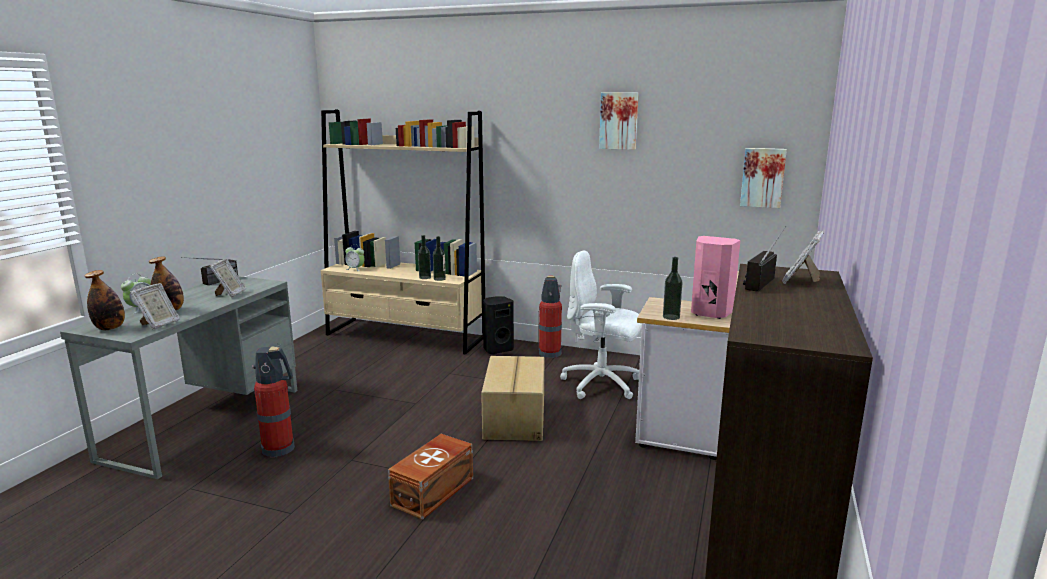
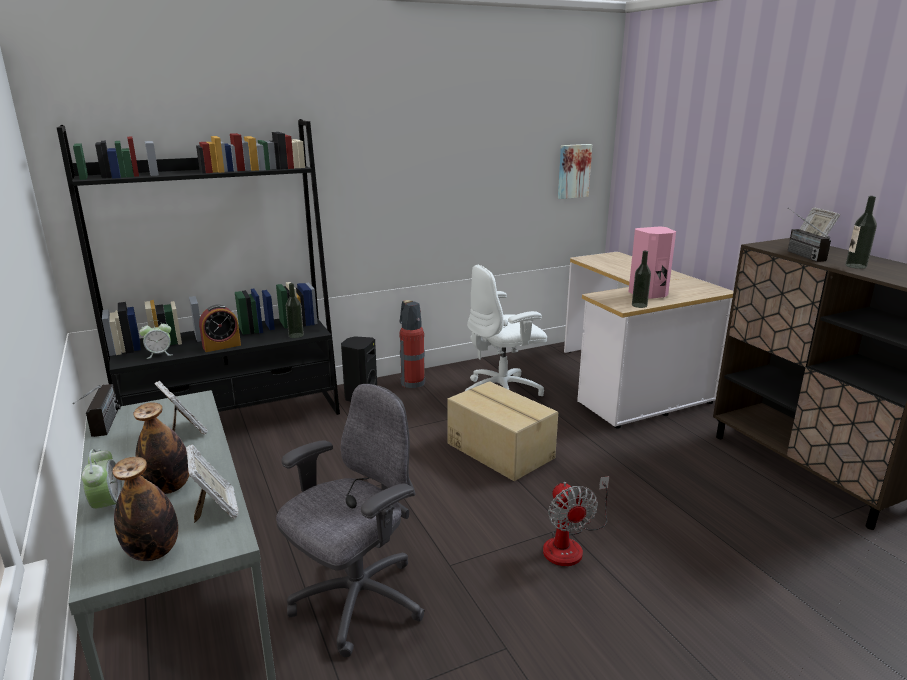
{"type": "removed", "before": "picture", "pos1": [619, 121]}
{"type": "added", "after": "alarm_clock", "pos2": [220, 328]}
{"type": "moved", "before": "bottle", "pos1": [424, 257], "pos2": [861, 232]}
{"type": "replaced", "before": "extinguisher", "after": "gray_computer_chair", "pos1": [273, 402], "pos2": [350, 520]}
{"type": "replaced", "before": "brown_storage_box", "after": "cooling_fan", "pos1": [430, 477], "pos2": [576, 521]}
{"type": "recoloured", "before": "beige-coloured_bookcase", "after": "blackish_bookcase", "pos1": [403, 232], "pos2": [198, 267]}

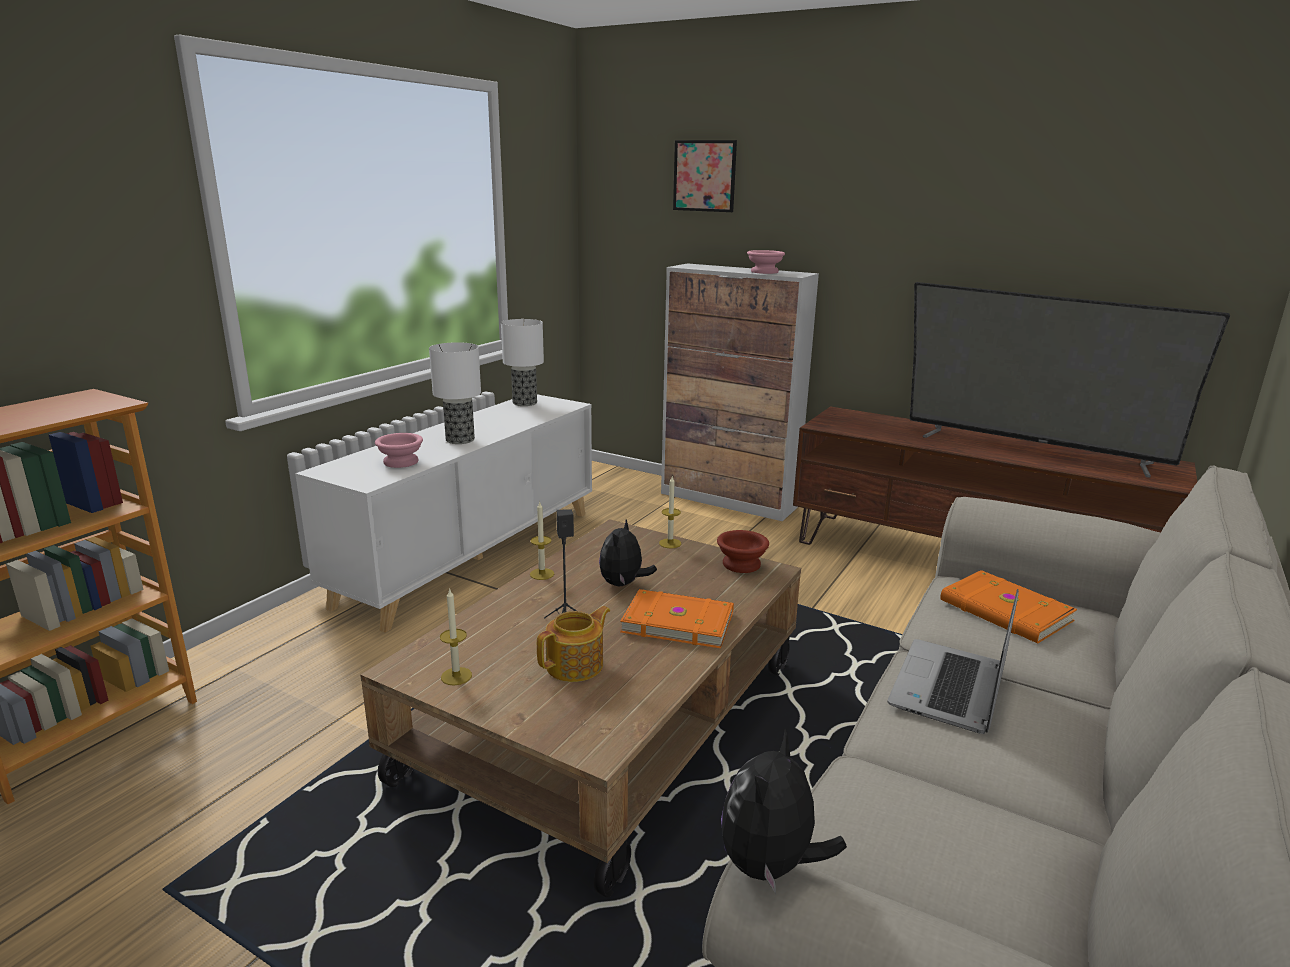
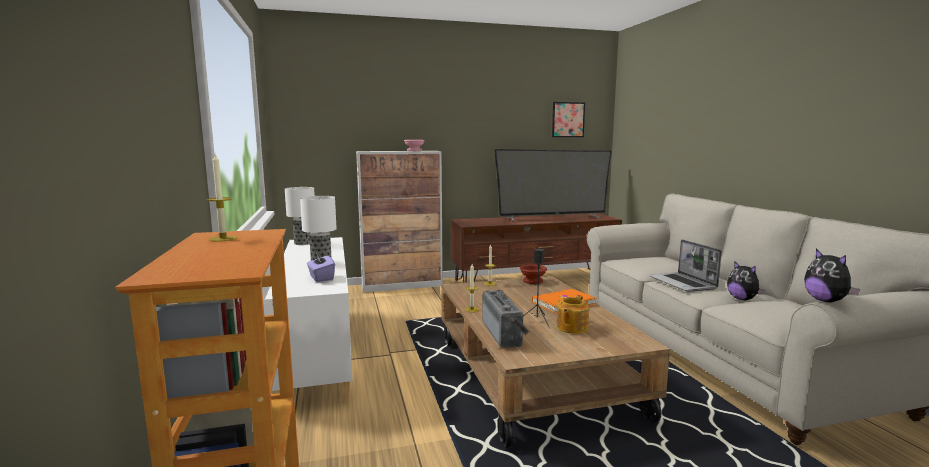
{"type": "removed", "before": "orange-coloured_book", "pos1": [1008, 606]}
{"type": "added", "after": "radio", "pos2": [506, 319]}
{"type": "moved", "before": "wax_light", "pos1": [456, 636], "pos2": [222, 198]}
{"type": "moved", "before": "plush_toy", "pos1": [628, 553], "pos2": [746, 280]}
{"type": "moved", "before": "picture", "pos1": [705, 176], "pos2": [568, 119]}
{"type": "replaced", "before": "pinkish_serving_bowl", "after": "purple-coloured_tissue_holder", "pos1": [399, 450], "pos2": [321, 267]}
{"type": "turned", "before": "tea_pot", "pos1": [573, 644], "pos2": [572, 314], "turn": -150}

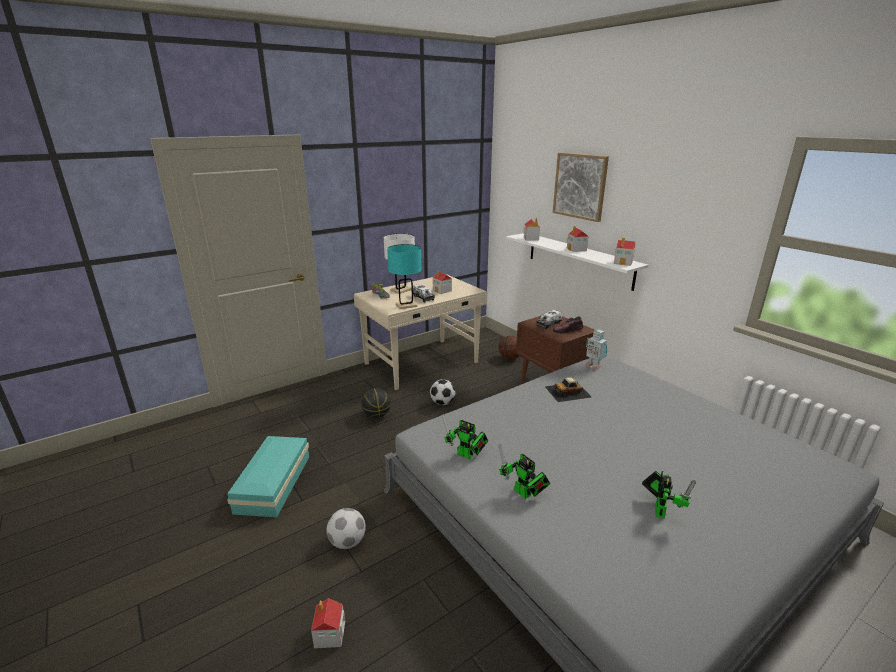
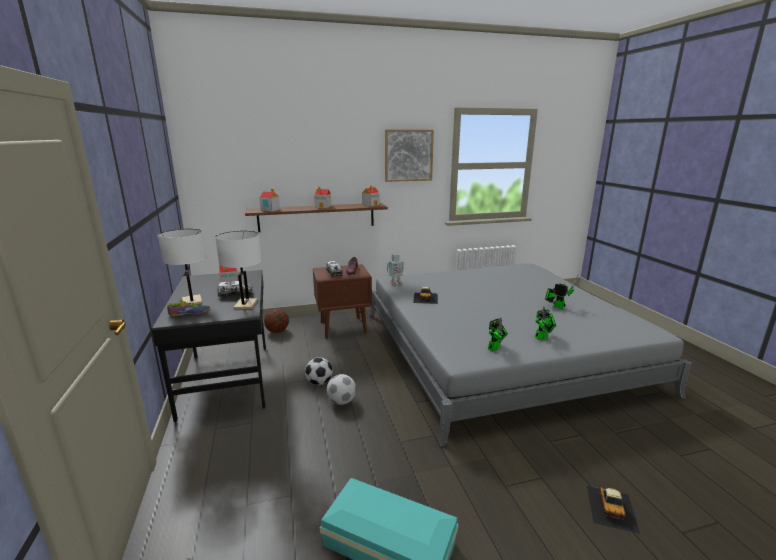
{"type": "removed", "before": "basketball_ball", "pos1": [376, 403]}
{"type": "moved", "before": "ball_for_football", "pos1": [346, 528], "pos2": [341, 389]}
{"type": "moved", "before": "picture", "pos1": [581, 187], "pos2": [409, 156]}
{"type": "replaced", "before": "toy_house", "after": "miniature_car", "pos1": [328, 623], "pos2": [613, 510]}
{"type": "recoloured", "before": "beige-coloured_desk_unit", "after": "blackish_desk_unit", "pos1": [420, 332], "pos2": [209, 346]}
{"type": "recoloured", "before": "turquoise-coloured_tabletop_lamp", "after": "white-coloured_tabletop_lamp", "pos1": [404, 276], "pos2": [238, 270]}
{"type": "recoloured", "before": "white-coloured_shelf", "after": "brown_shelf", "pos1": [577, 262], "pos2": [316, 217]}

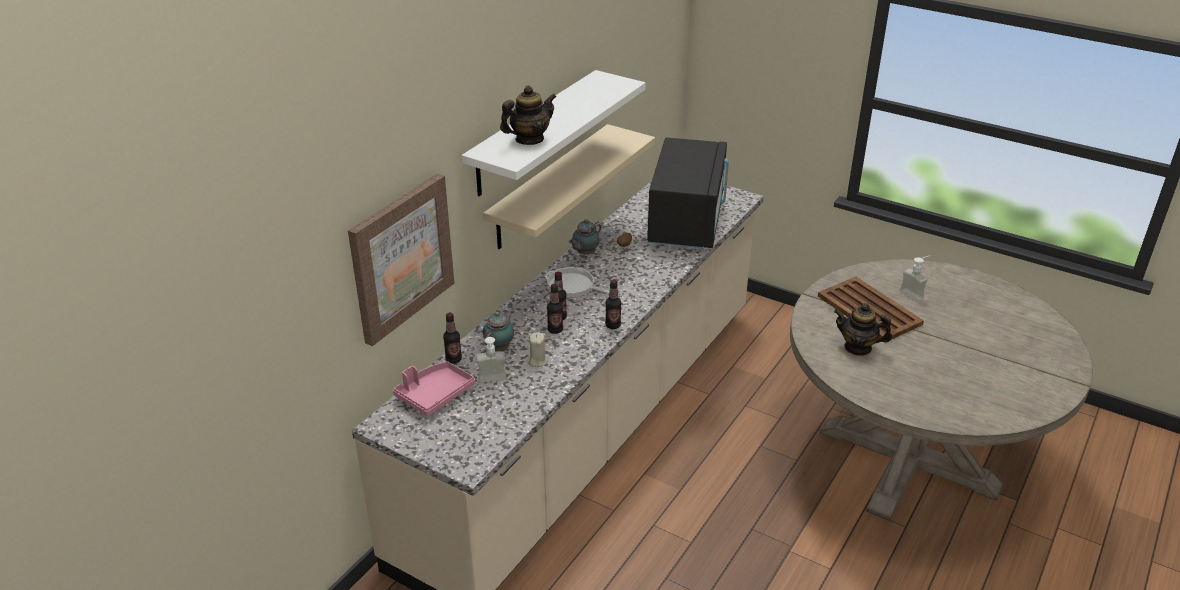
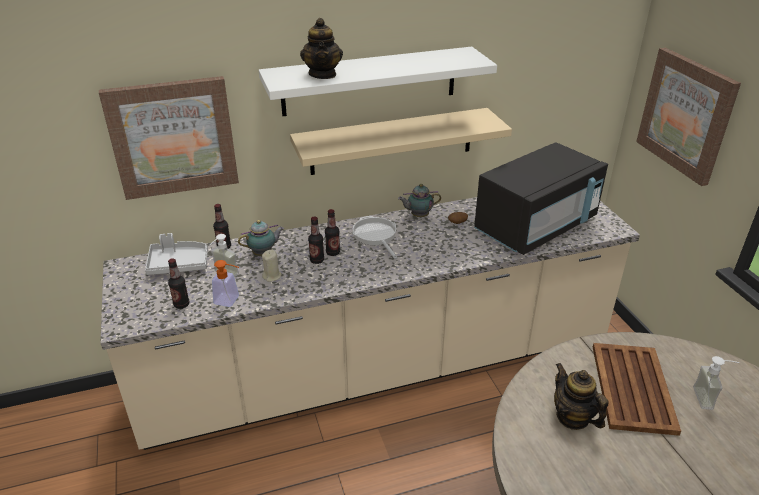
{"type": "added", "after": "soap_dispenser", "pos2": [225, 283]}
{"type": "added", "after": "picture", "pos2": [688, 117]}
{"type": "moved", "before": "bottle", "pos1": [613, 304], "pos2": [179, 283]}
{"type": "recoloured", "before": "pinkish_tray", "after": "gray_tray", "pos1": [434, 388], "pos2": [176, 254]}
{"type": "turned", "before": "tea_pot", "pos1": [528, 115], "pos2": [321, 48], "turn": 75}

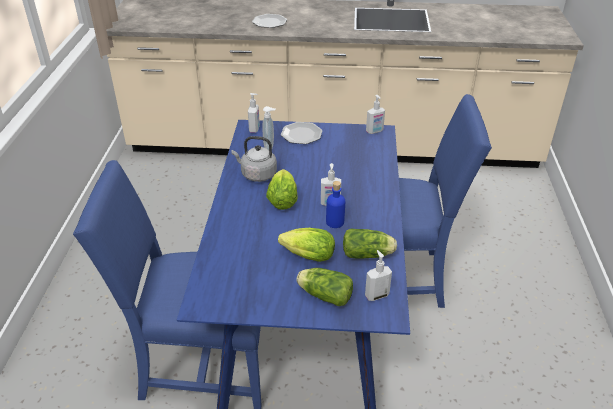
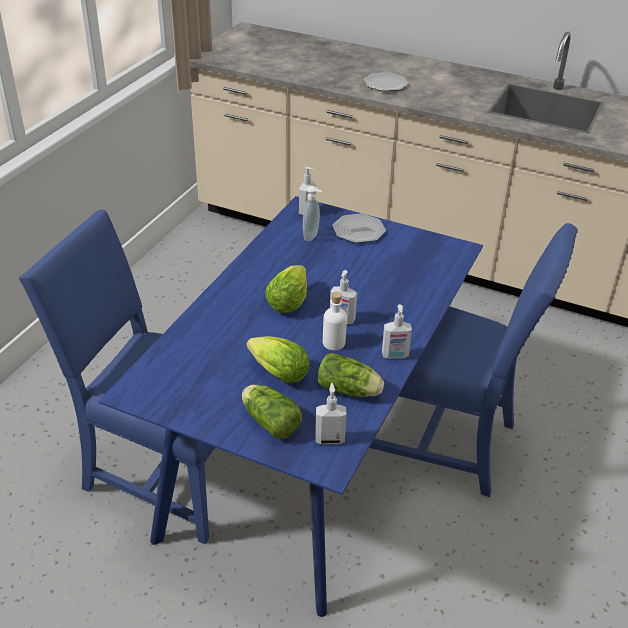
{"type": "removed", "before": "gray_water_kettle", "pos1": [254, 159]}
{"type": "moved", "before": "soap_dispenser", "pos1": [375, 114], "pos2": [397, 331]}
{"type": "recoloured", "before": "bluish_bottle", "after": "white-coloured_bottle", "pos1": [335, 204], "pos2": [335, 321]}

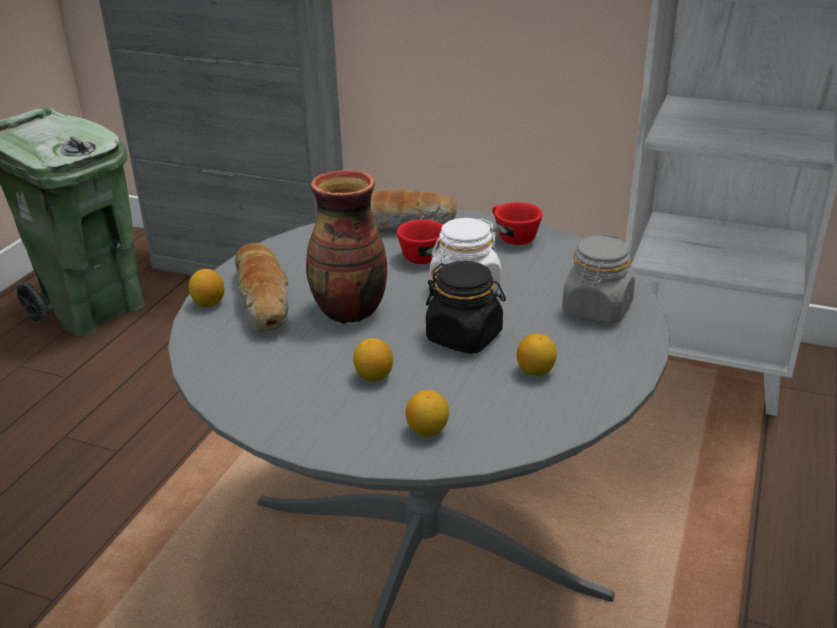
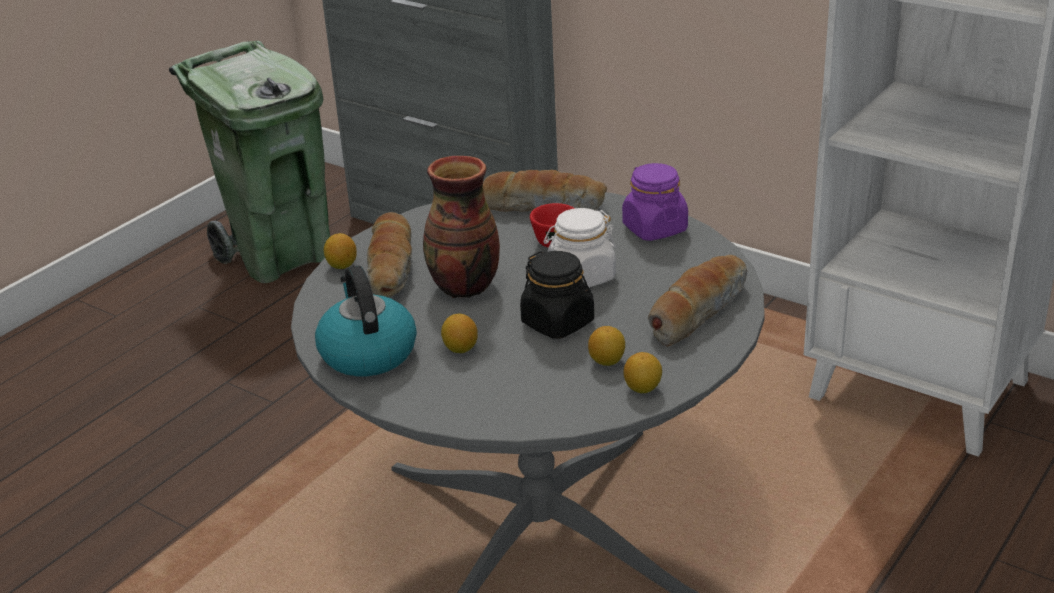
{"type": "added", "after": "water_kettle", "pos2": [366, 321]}
{"type": "moved", "before": "whole_lemon", "pos1": [427, 413], "pos2": [643, 372]}
{"type": "replaced", "before": "red_small_cup", "after": "purple-coloured_preserve_jar", "pos1": [517, 223], "pos2": [655, 202]}
{"type": "replaced", "before": "gray_preserve_jar", "after": "bakery_bread", "pos1": [598, 279], "pos2": [697, 301]}

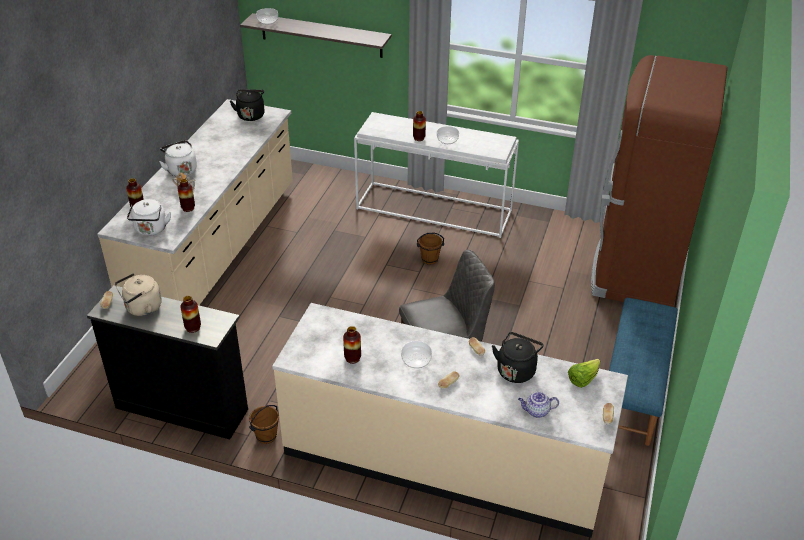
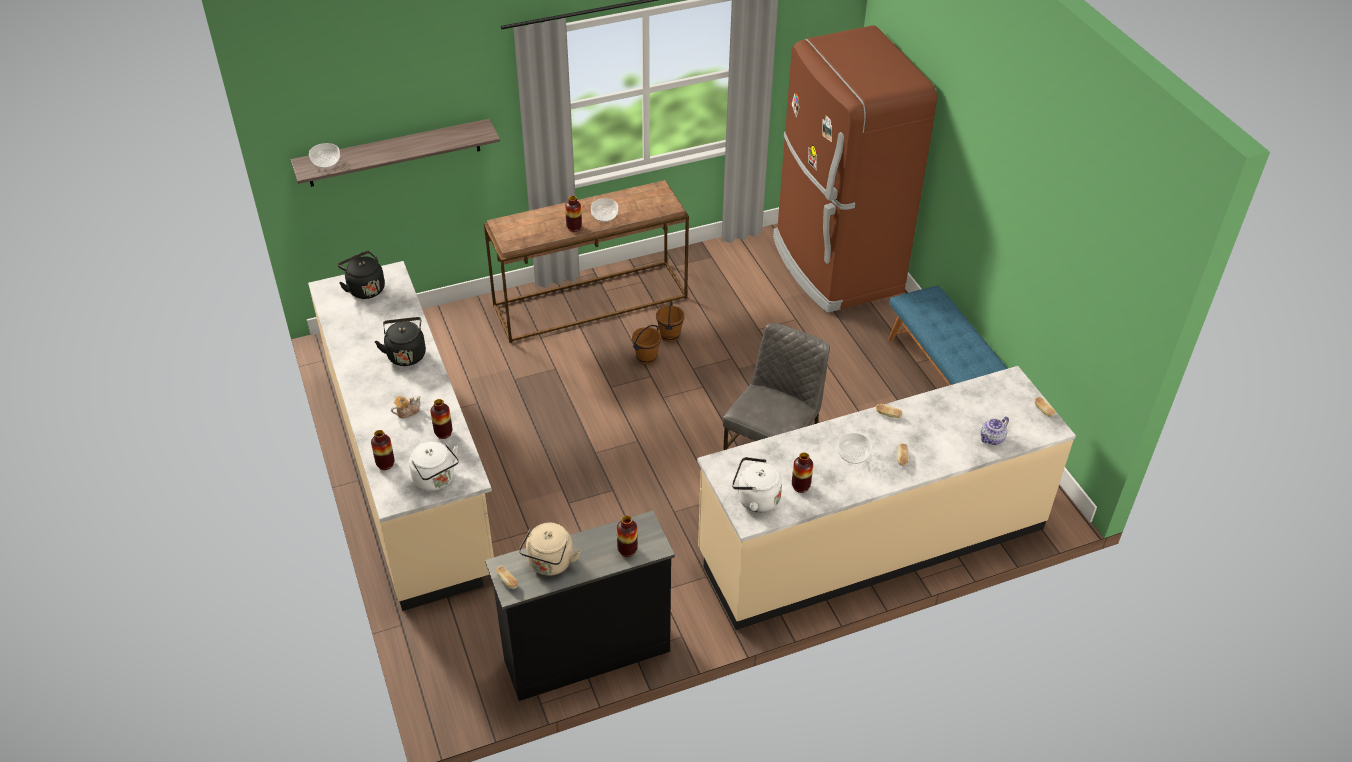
{"type": "removed", "before": "lettuce_head", "pos1": [584, 373]}
{"type": "moved", "before": "white-coloured_water_kettle", "pos1": [178, 158], "pos2": [757, 485]}
{"type": "moved", "before": "brown_pail", "pos1": [264, 424], "pos2": [670, 321]}
{"type": "moved", "before": "blackish_water_kettle", "pos1": [518, 357], "pos2": [400, 341]}
{"type": "recoloured", "before": "white-coloured_console_table", "after": "brown_console_table", "pos1": [436, 175], "pos2": [586, 261]}

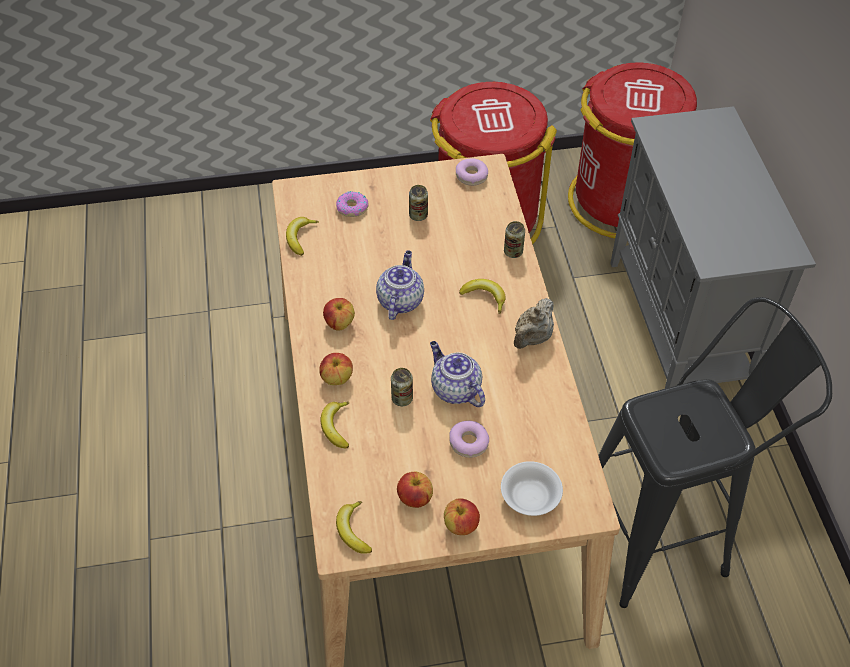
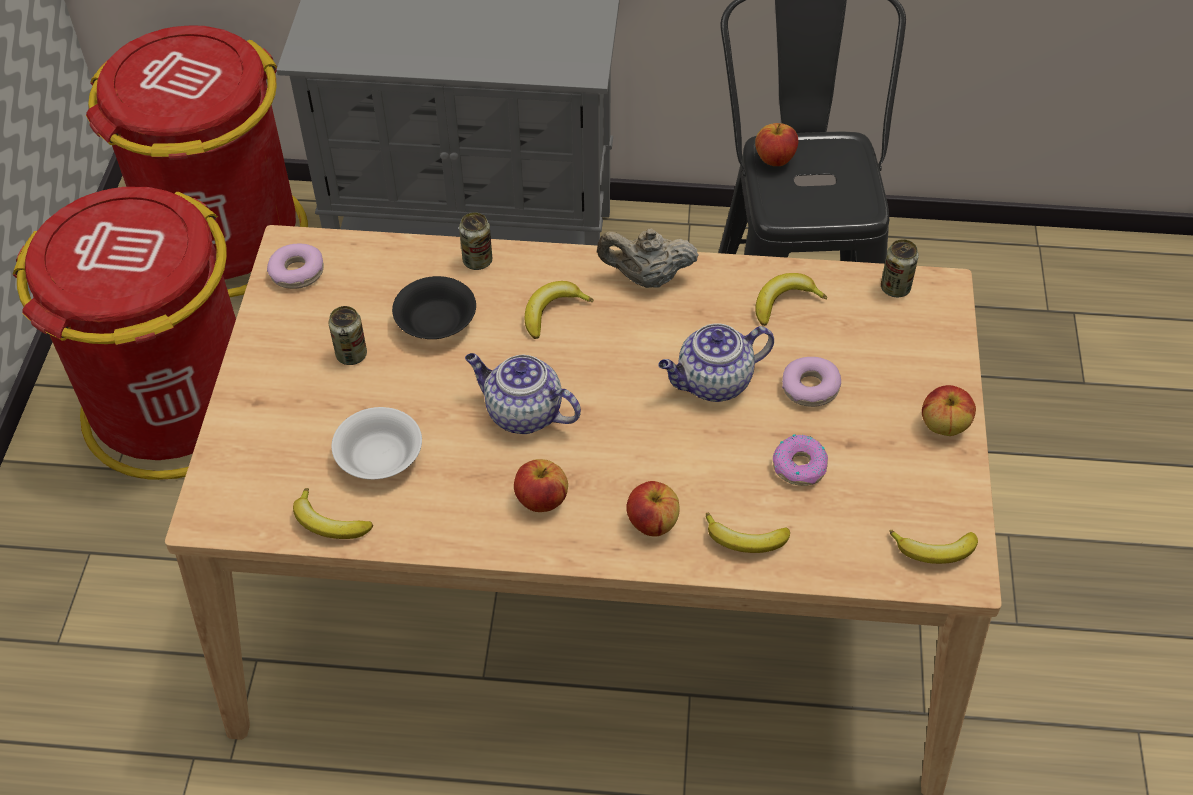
{"type": "added", "after": "blackish_serving_bowl", "pos2": [434, 307]}
{"type": "added", "after": "banana_fruit", "pos2": [791, 299]}
{"type": "moved", "before": "doughnut", "pos1": [352, 204], "pos2": [800, 460]}
{"type": "moved", "before": "can", "pos1": [402, 387], "pos2": [900, 268]}
{"type": "moved", "before": "apple_fruit", "pos1": [415, 490], "pos2": [776, 144]}
{"type": "moved", "before": "white-coloured_serving_bowl", "pos1": [532, 488], "pos2": [377, 443]}
{"type": "turned", "before": "beige-coloured_tea_pot", "pos1": [534, 323], "pos2": [648, 258], "turn": 135}

